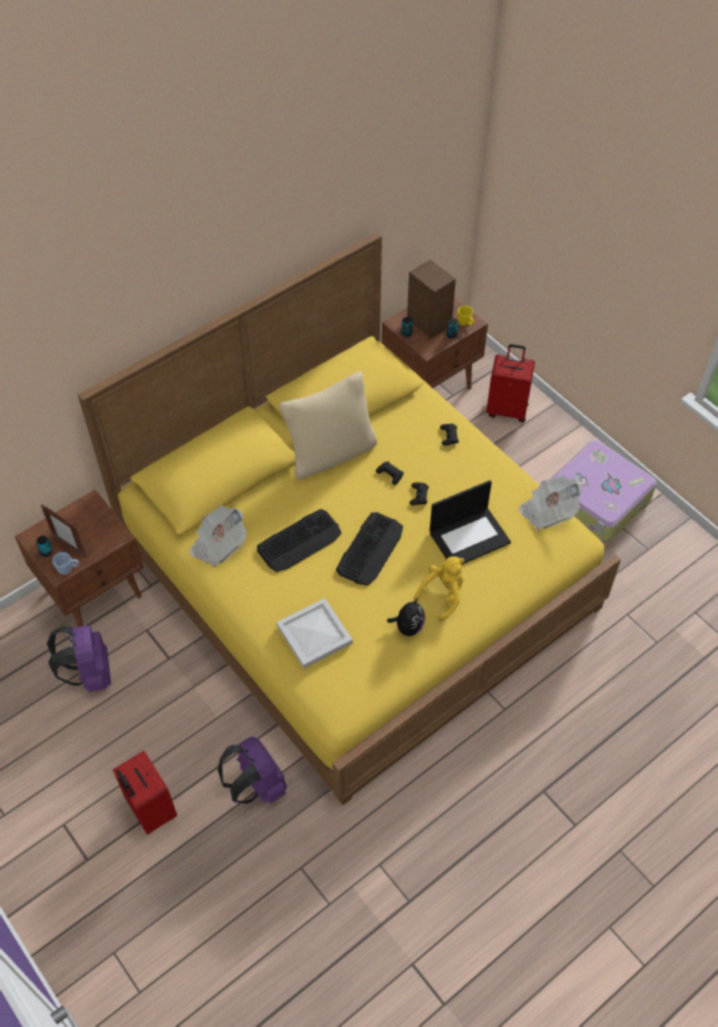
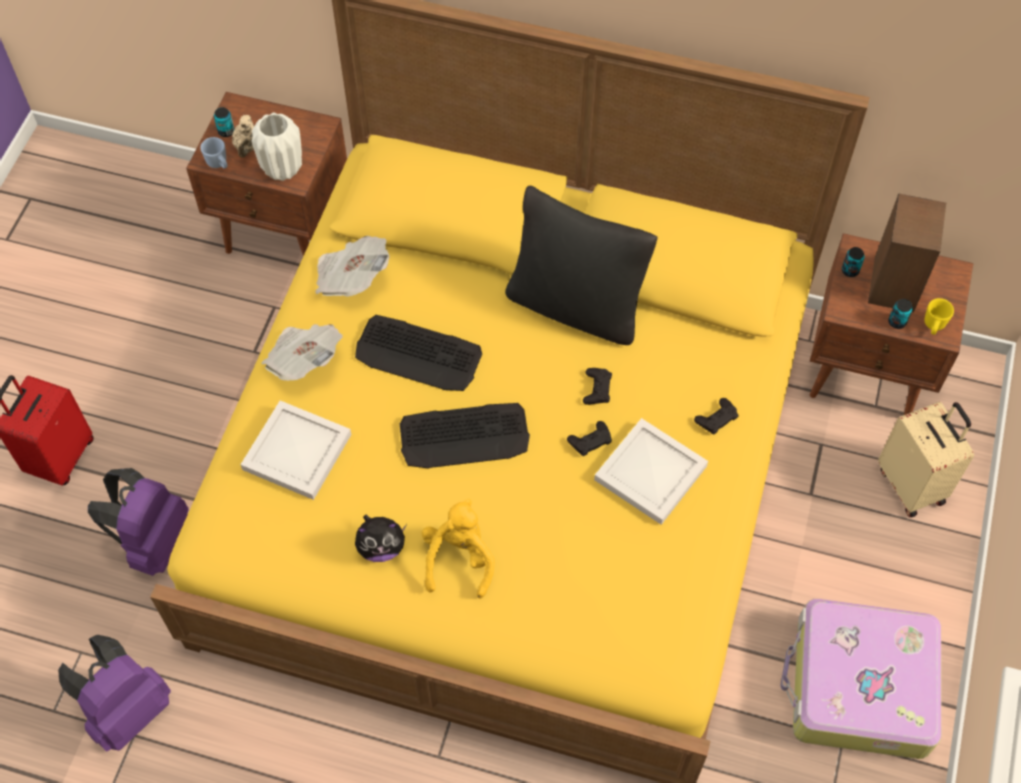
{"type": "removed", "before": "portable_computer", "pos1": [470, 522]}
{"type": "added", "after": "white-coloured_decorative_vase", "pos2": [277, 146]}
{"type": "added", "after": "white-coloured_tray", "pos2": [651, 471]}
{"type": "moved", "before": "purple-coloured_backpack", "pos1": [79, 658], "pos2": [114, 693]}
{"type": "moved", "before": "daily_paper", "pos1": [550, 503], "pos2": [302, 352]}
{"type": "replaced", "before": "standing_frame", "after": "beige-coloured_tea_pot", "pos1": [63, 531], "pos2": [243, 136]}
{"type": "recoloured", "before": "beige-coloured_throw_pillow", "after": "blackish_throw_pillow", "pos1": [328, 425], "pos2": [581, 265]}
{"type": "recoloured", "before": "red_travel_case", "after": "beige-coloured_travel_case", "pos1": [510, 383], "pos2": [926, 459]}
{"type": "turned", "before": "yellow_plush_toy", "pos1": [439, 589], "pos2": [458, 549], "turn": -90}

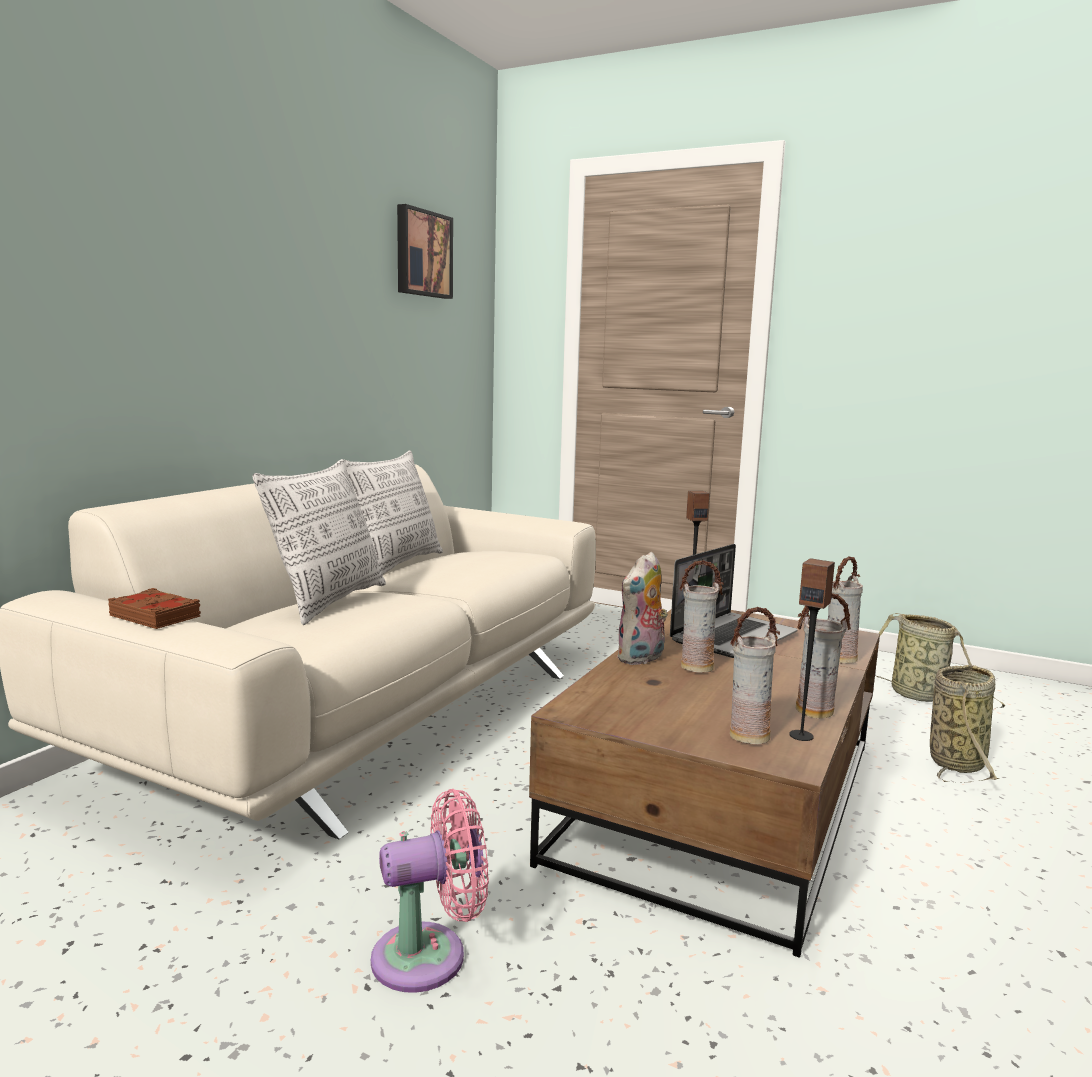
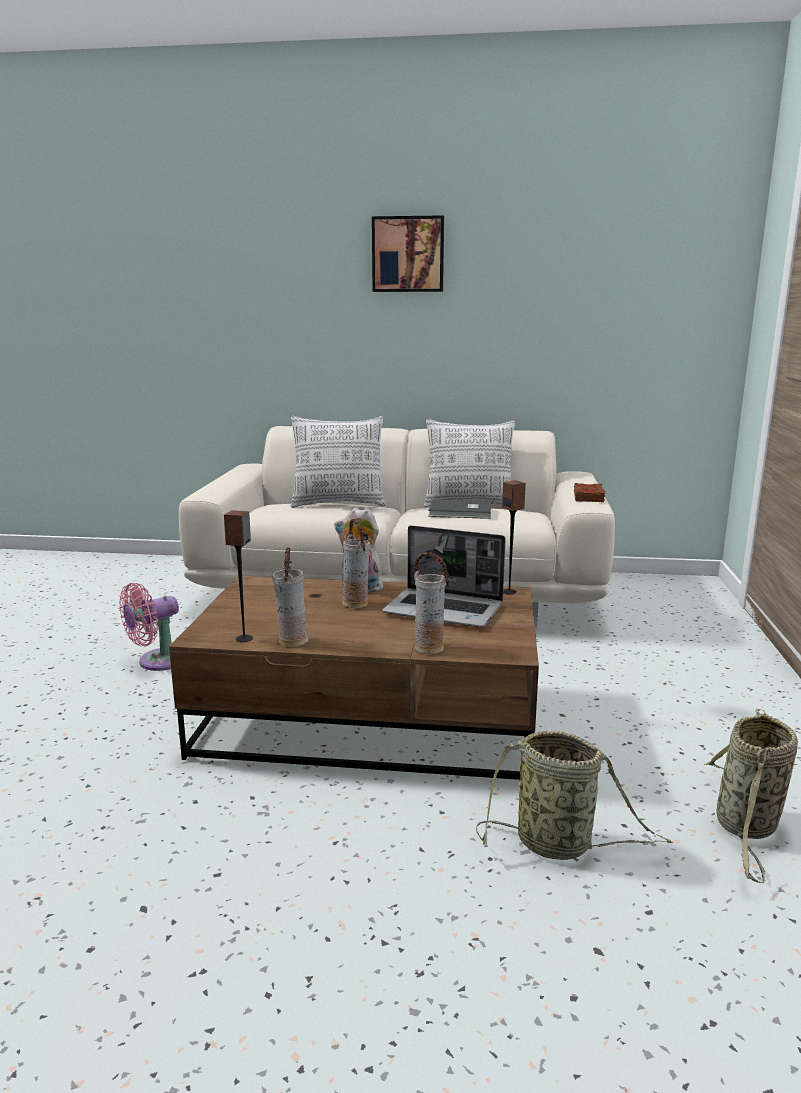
{"type": "removed", "before": "decorative_vase", "pos1": [755, 675]}
{"type": "added", "after": "gray_book", "pos2": [459, 509]}
{"type": "moved", "before": "brown_book", "pos1": [154, 608], "pos2": [589, 492]}
{"type": "moved", "before": "picture", "pos1": [425, 251], "pos2": [408, 253]}
{"type": "turned", "before": "pinkish_cooling_fan", "pos1": [430, 891], "pos2": [149, 627], "turn": 90}

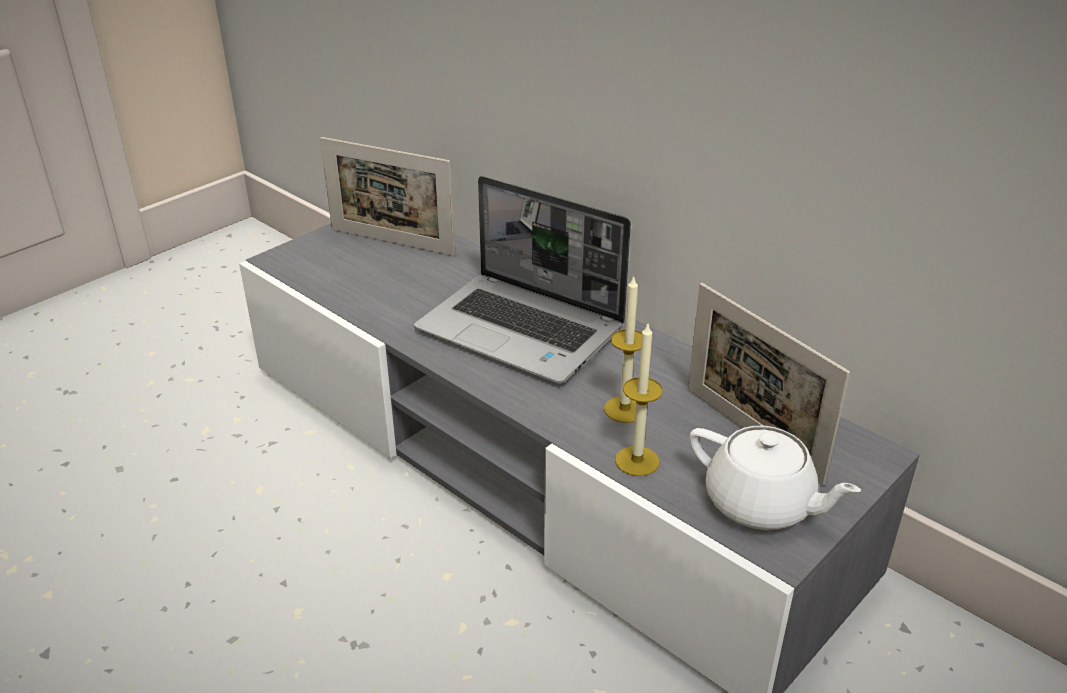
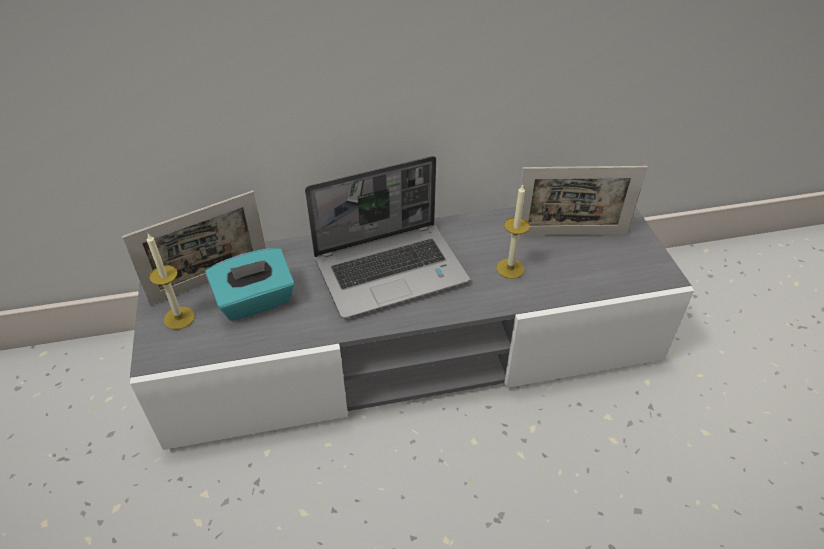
{"type": "removed", "before": "white-coloured_tea_pot", "pos1": [775, 478]}
{"type": "added", "after": "turquoise-coloured_tissue_holder", "pos2": [250, 284]}
{"type": "moved", "before": "wax_light", "pos1": [639, 400], "pos2": [171, 282]}

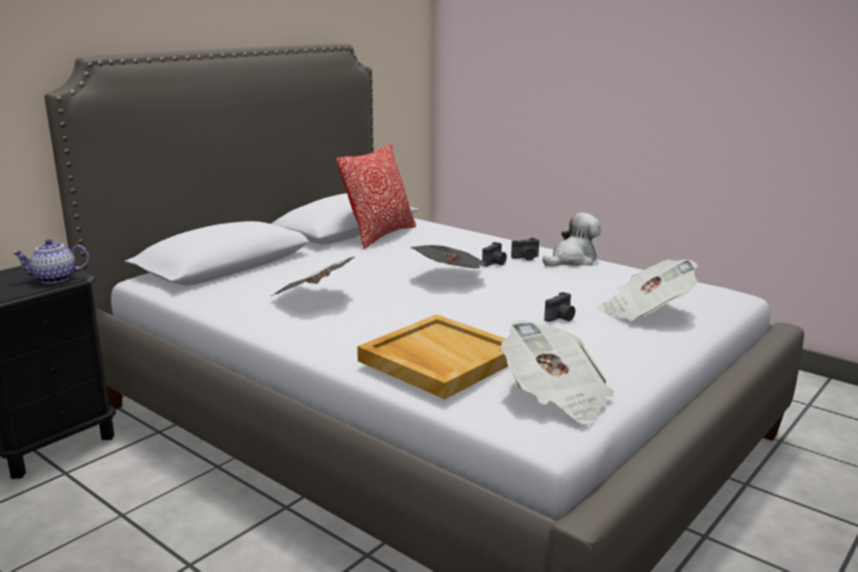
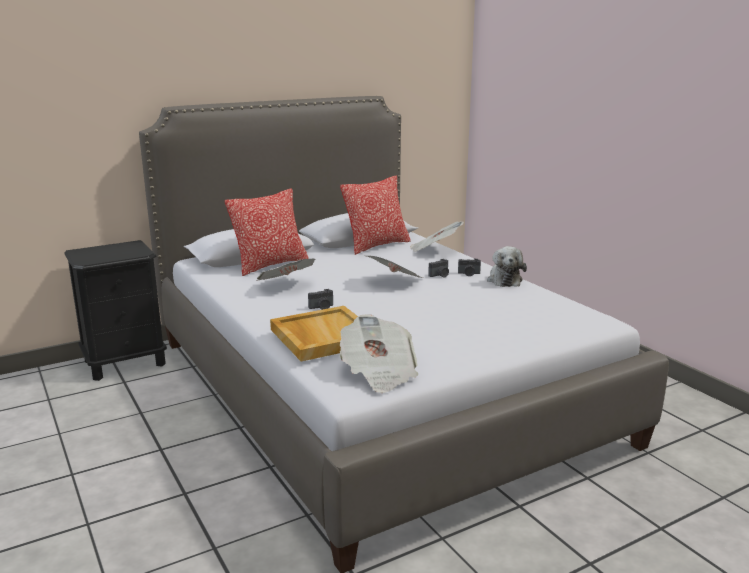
{"type": "removed", "before": "tea_pot", "pos1": [51, 261]}
{"type": "added", "after": "throw_pillow", "pos2": [267, 232]}
{"type": "moved", "before": "still_camera", "pos1": [559, 307], "pos2": [320, 299]}
{"type": "moved", "before": "daily_paper", "pos1": [648, 290], "pos2": [437, 236]}
{"type": "turned", "before": "plush_toy", "pos1": [572, 239], "pos2": [507, 266], "turn": 105}

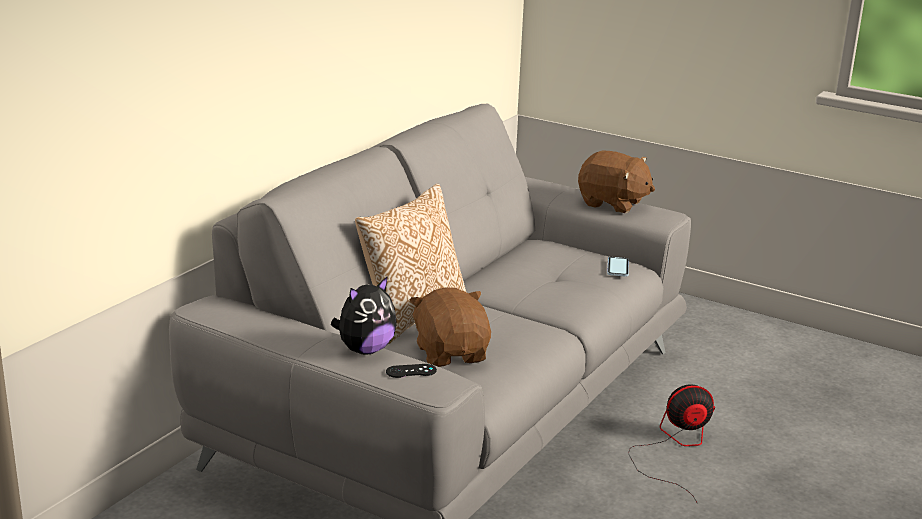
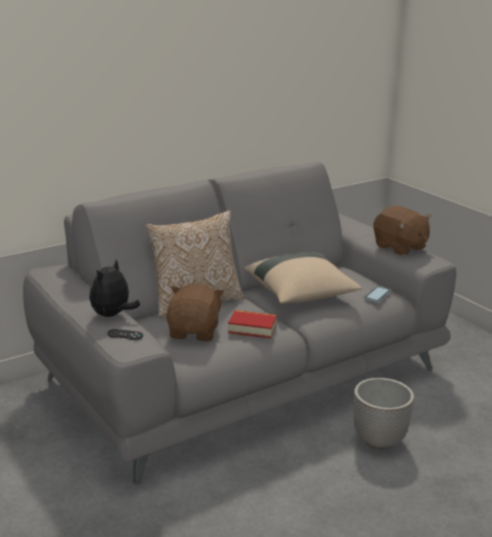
{"type": "added", "after": "book", "pos2": [252, 324]}
{"type": "added", "after": "beige-coloured_throw_pillow", "pos2": [303, 278]}
{"type": "replaced", "before": "cooling_fan", "after": "flower_pot", "pos1": [671, 444], "pos2": [383, 414]}
{"type": "turned", "before": "plush_toy", "pos1": [363, 315], "pos2": [114, 288], "turn": 135}

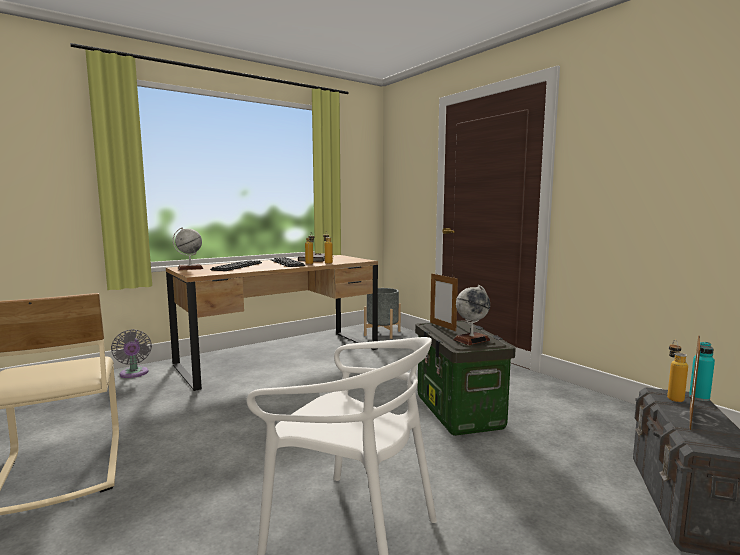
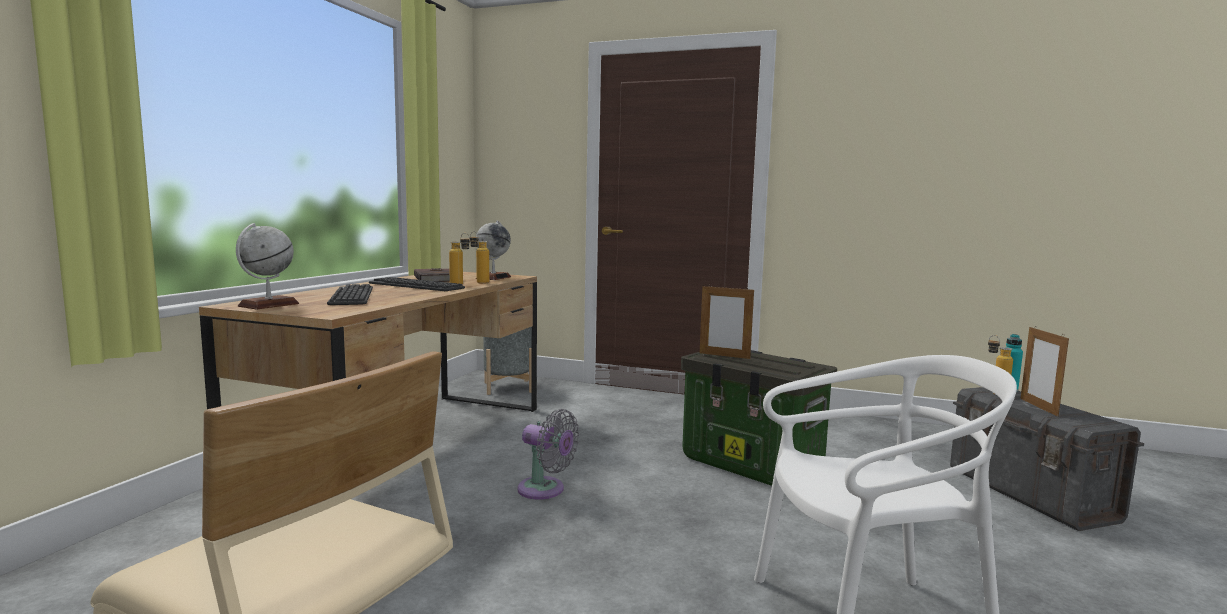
{"type": "moved", "before": "gray_cooling_fan", "pos1": [131, 353], "pos2": [548, 454]}
{"type": "moved", "before": "world_globe", "pos1": [471, 315], "pos2": [493, 250]}

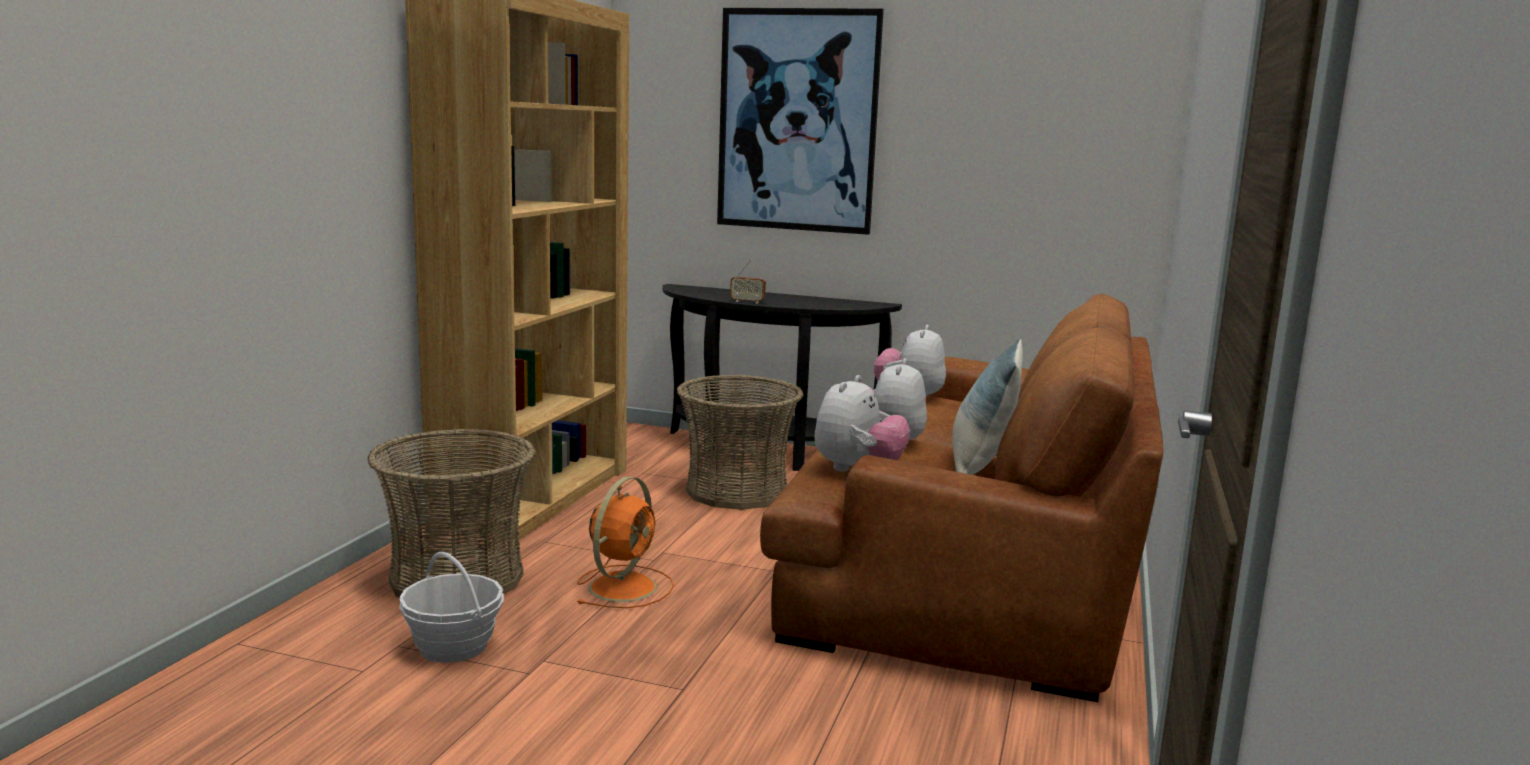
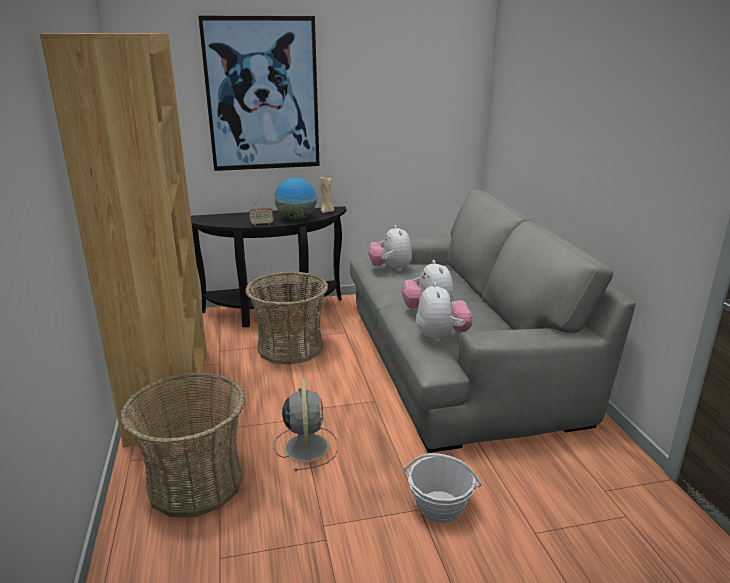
{"type": "removed", "before": "throw_pillow", "pos1": [987, 407]}
{"type": "added", "after": "world_globe", "pos2": [296, 198]}
{"type": "added", "after": "beige-coloured_wax_light", "pos2": [327, 195]}
{"type": "moved", "before": "basket", "pos1": [451, 607], "pos2": [443, 488]}
{"type": "recoloured", "before": "orange-coloured_cooling_fan", "after": "gray_cooling_fan", "pos1": [625, 542], "pos2": [306, 424]}
{"type": "recoloured", "before": "brown_couch", "after": "gray_couch", "pos1": [961, 497], "pos2": [493, 321]}

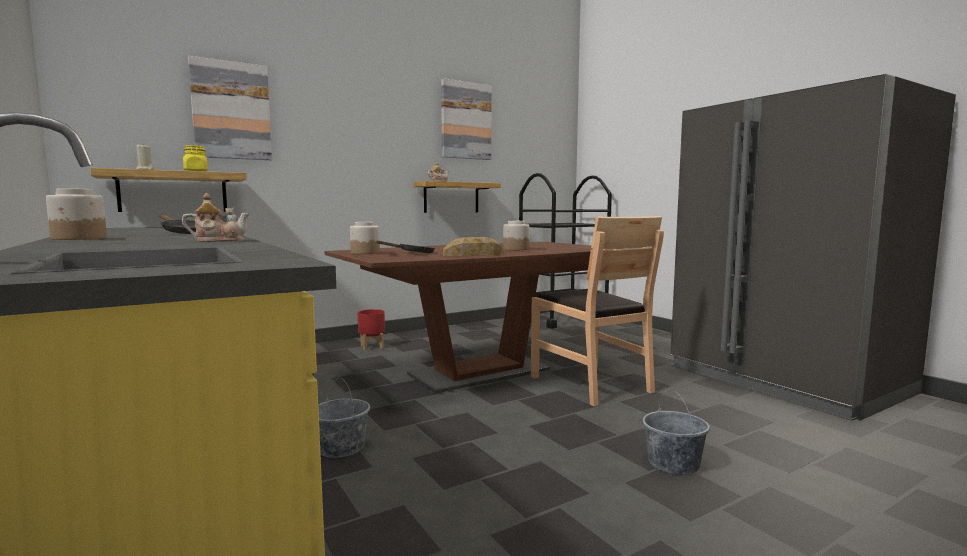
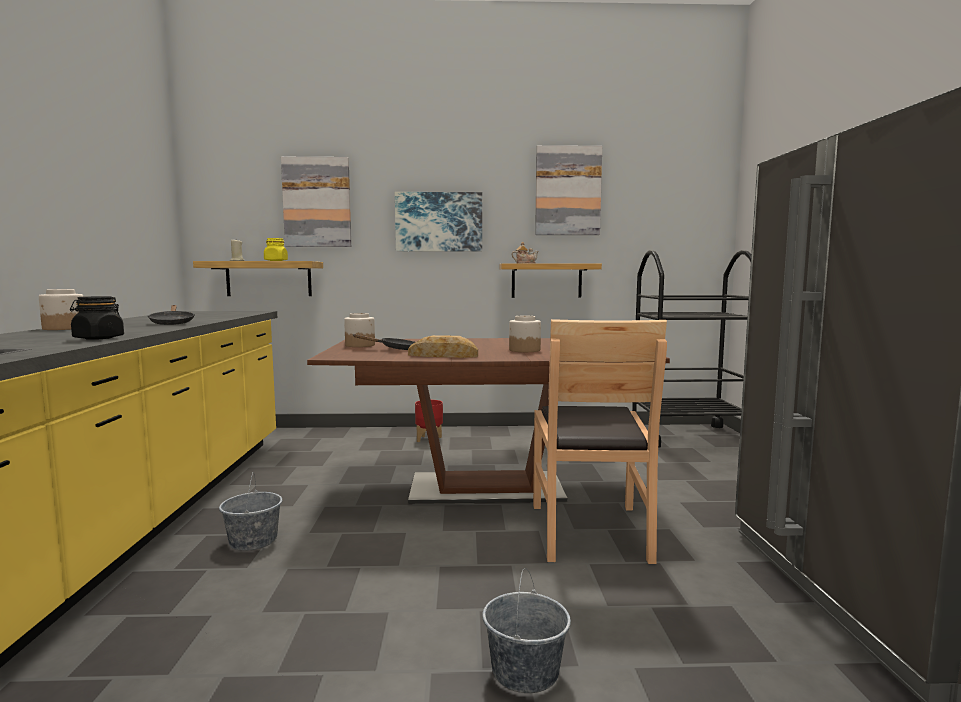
{"type": "added", "after": "picture", "pos2": [438, 221]}
{"type": "replaced", "before": "tea_pot", "after": "blackish_preserve_jar", "pos1": [216, 217], "pos2": [97, 318]}

